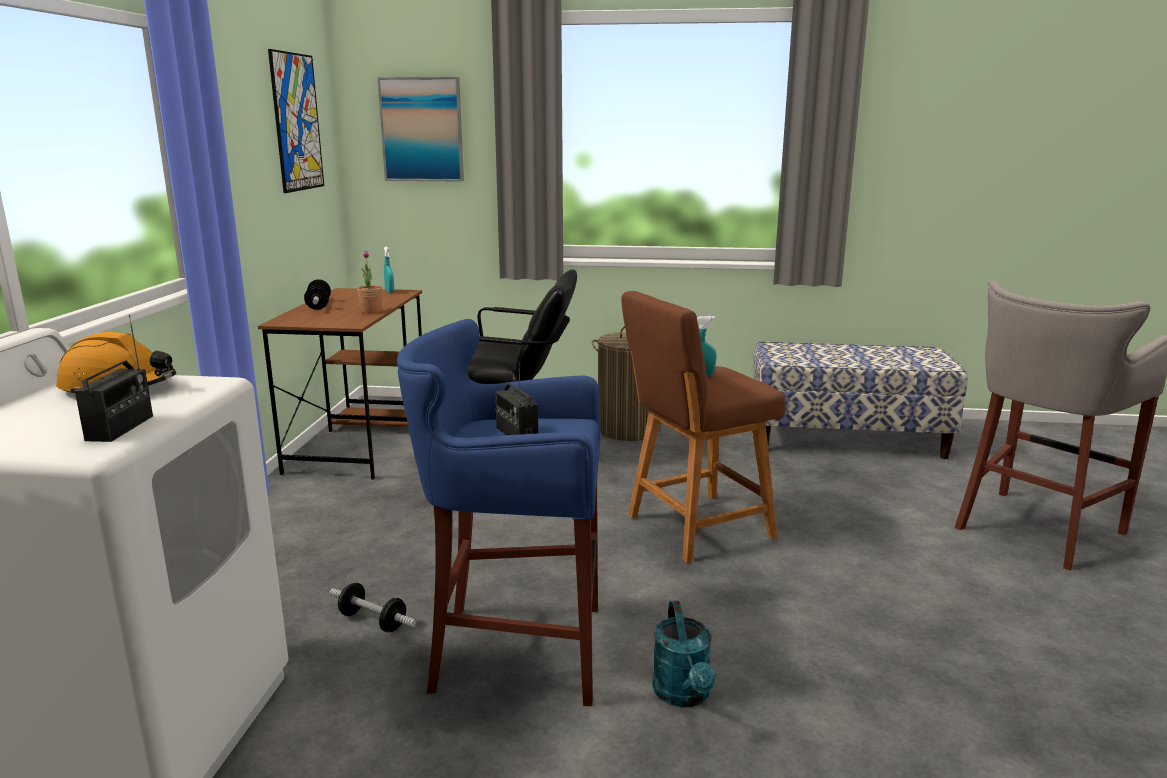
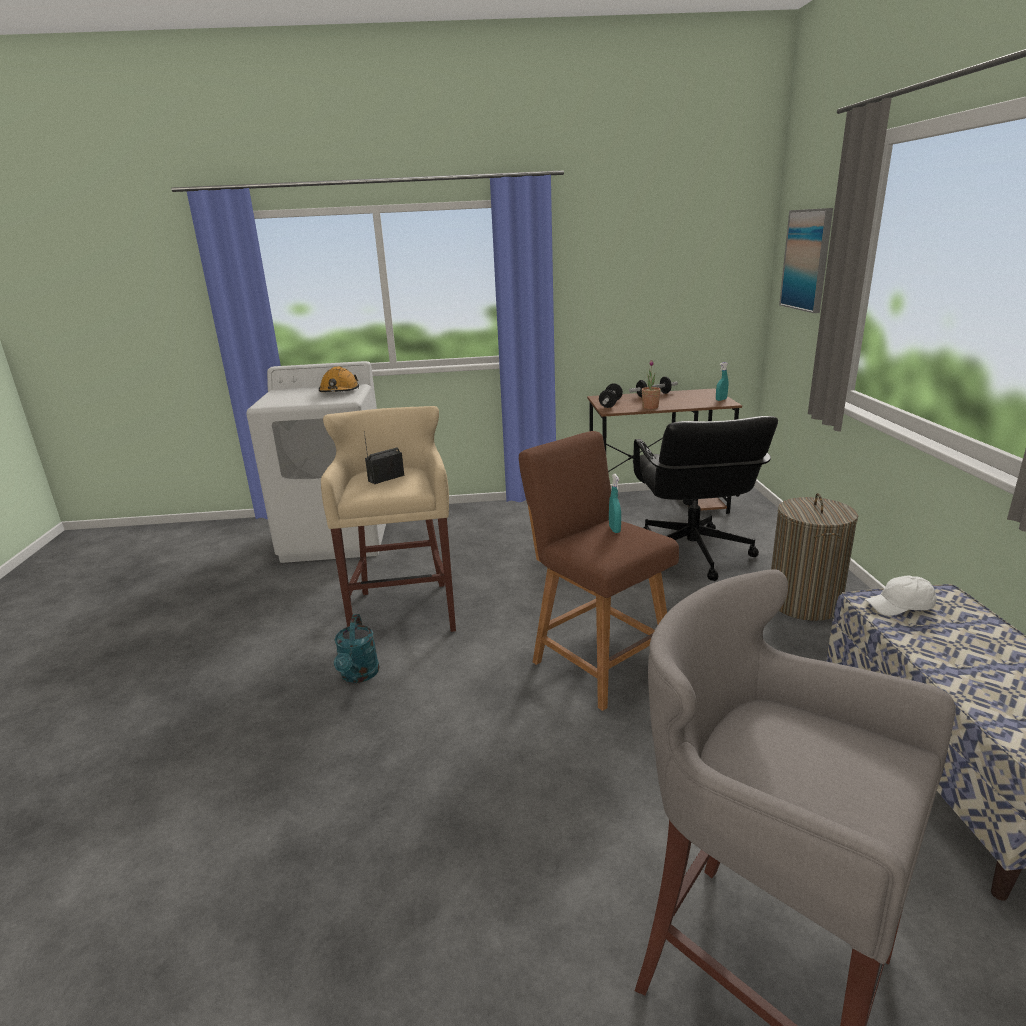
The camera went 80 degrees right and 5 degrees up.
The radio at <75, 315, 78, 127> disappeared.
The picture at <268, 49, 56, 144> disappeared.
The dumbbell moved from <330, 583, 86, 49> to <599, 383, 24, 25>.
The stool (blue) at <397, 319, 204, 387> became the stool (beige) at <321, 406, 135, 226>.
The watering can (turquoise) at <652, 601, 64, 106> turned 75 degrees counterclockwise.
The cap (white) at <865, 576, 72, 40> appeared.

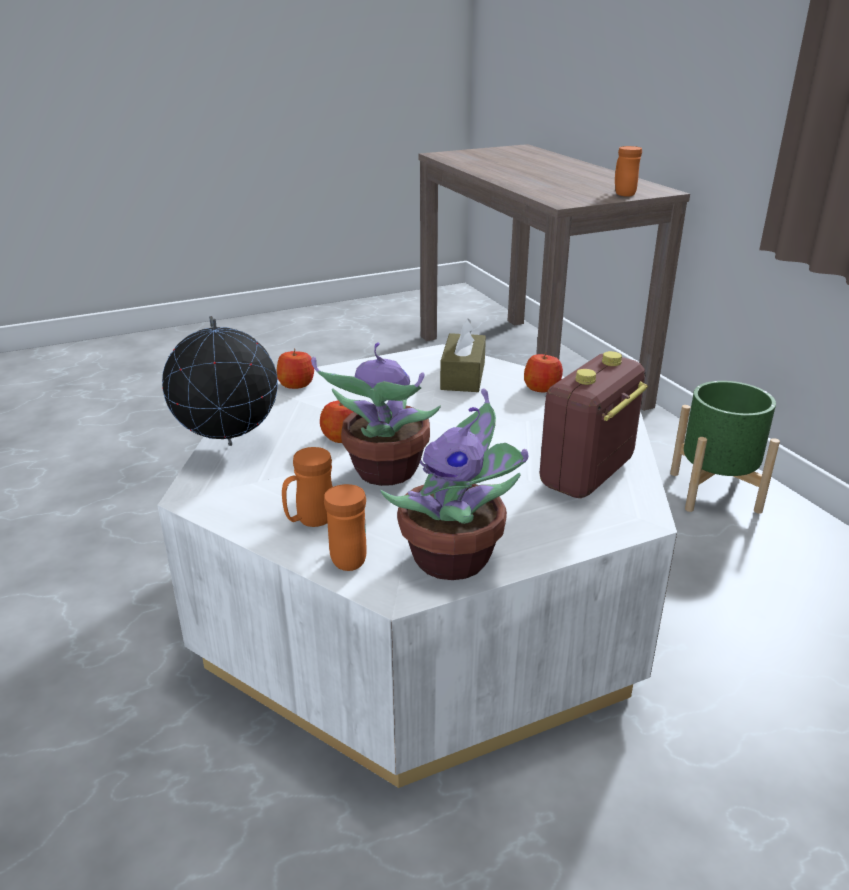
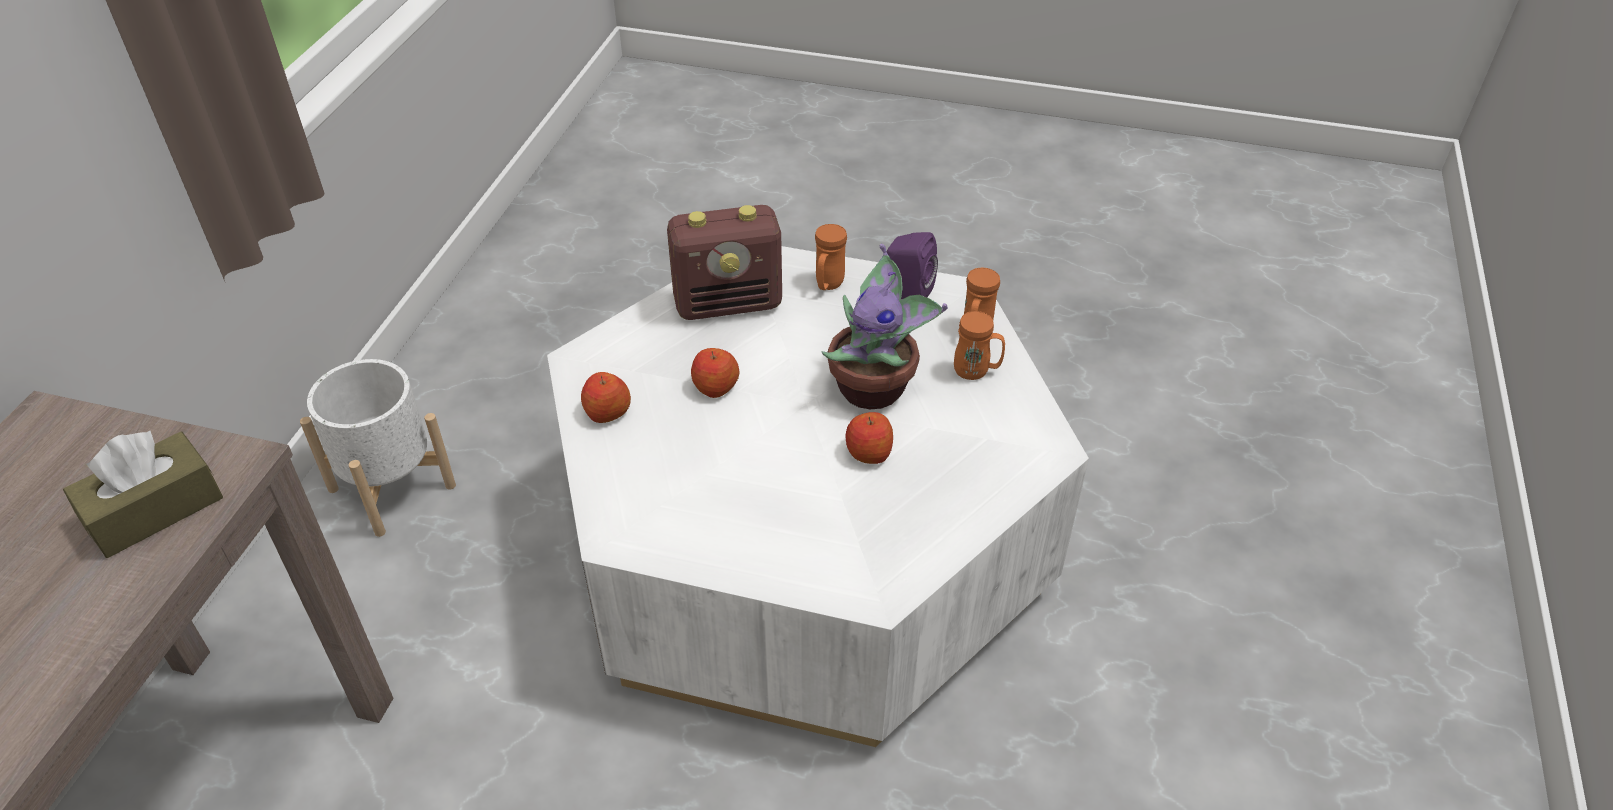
The camera went 140 degrees left and 15 degrees up.
The globe at <162, 316, 116, 130> disappeared.
The apple moved from <277, 348, 37, 41> to <691, 348, 49, 50>.
The potted plant at <380, 388, 149, 192> was replaced by the speaker (purple) at <887, 232, 51, 67>.
The tissue box (brown) moved from <440, 319, 46, 73> to <63, 431, 160, 127>.
The mug (orange) moved from <615, 146, 27, 51> to <815, 224, 32, 66>.
The planter (green) at <670, 381, 110, 133> became the planter (white) at <300, 359, 156, 178>.

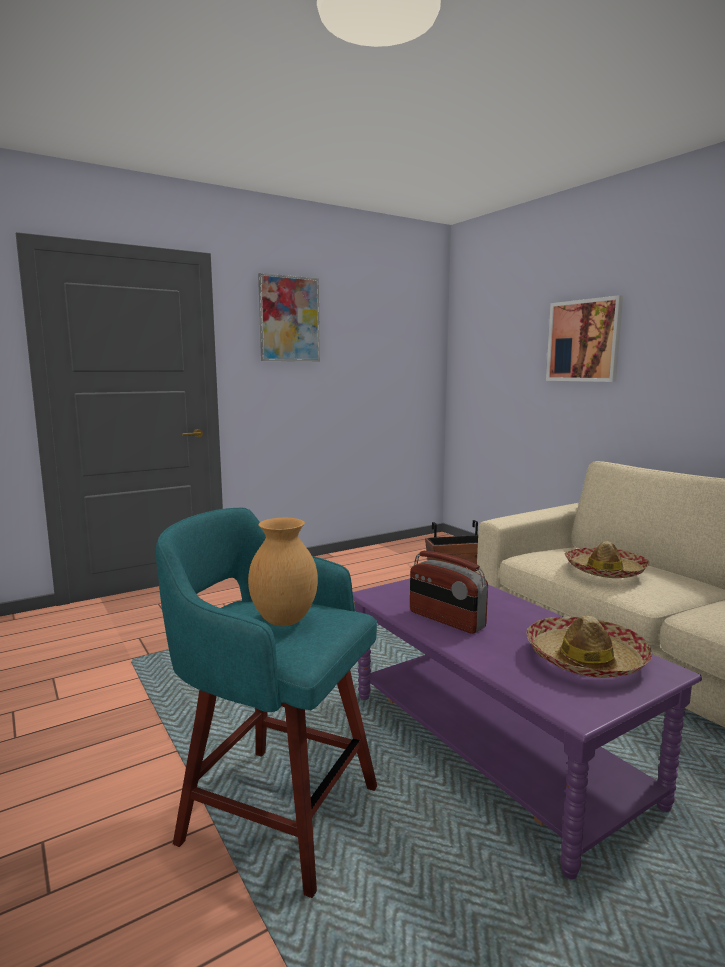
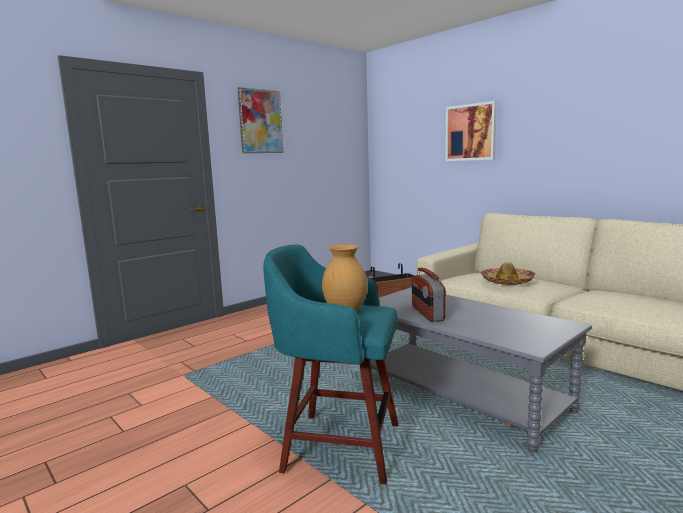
The camera went 10 degrees left and 0 degrees up.
The coffee table (purple) at <353, 579, 349, 300> became the coffee table (grey) at <370, 287, 222, 165>.
The radio at <410, 551, 78, 83> turned 45 degrees clockwise.
The hat at <526, 616, 126, 62> disappeared.

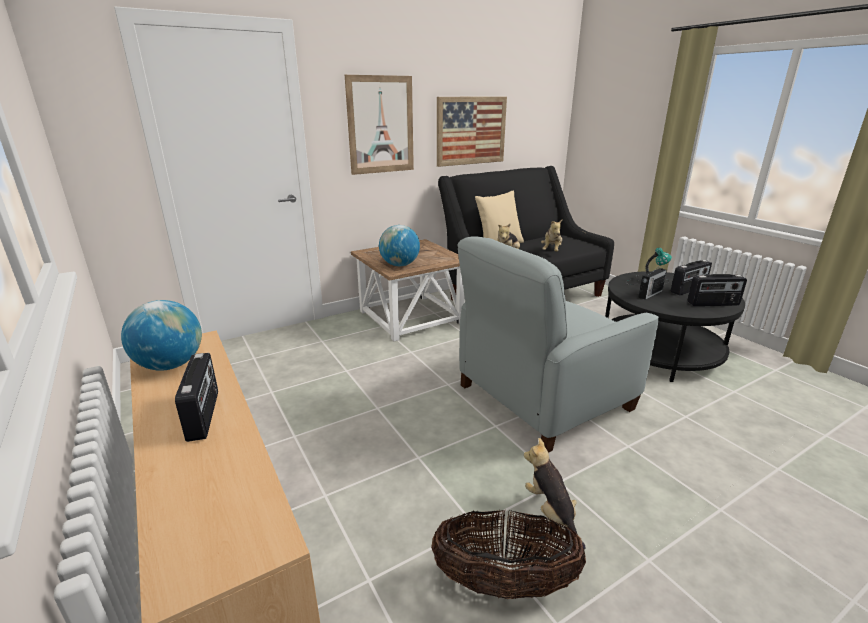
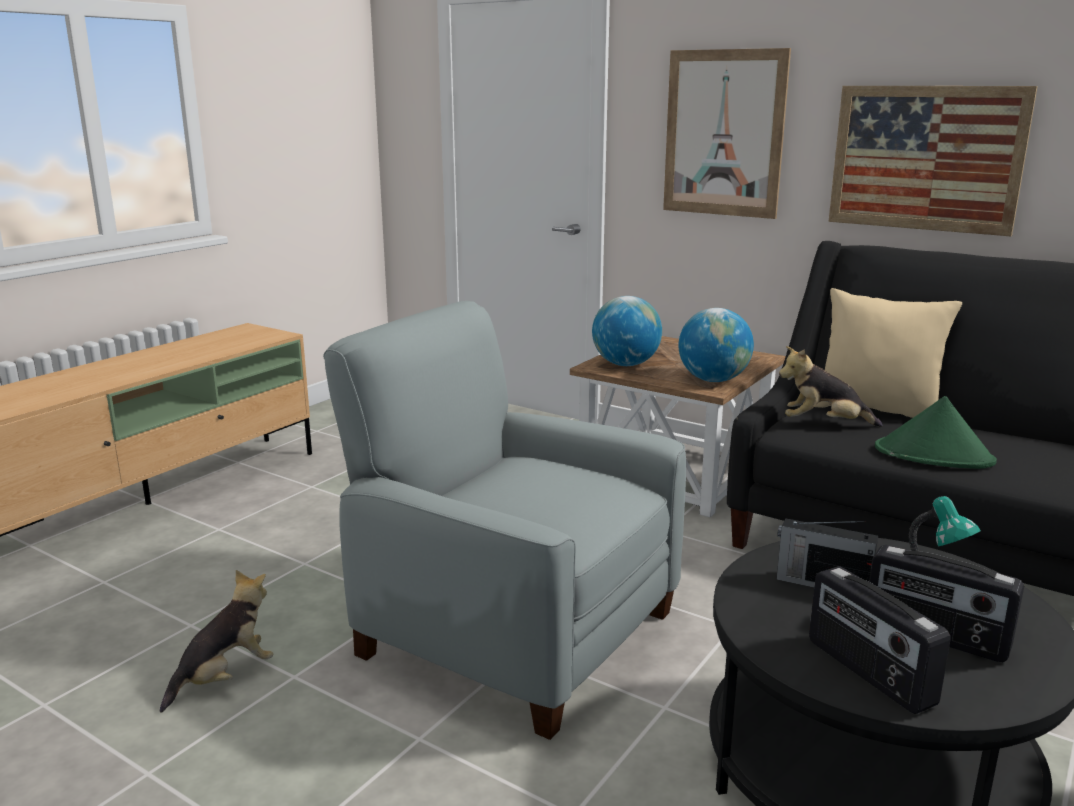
The camera went 65 degrees right and 5 degrees down.
The globe moved from <121, 300, 81, 71> to <678, 308, 76, 74>.
The radio at <175, 353, 43, 89> disappeared.
The basket at <431, 510, 155, 89> disappeared.
The plush toy at <541, 219, 22, 33> was replaced by the hat (green) at <875, 396, 122, 73>.

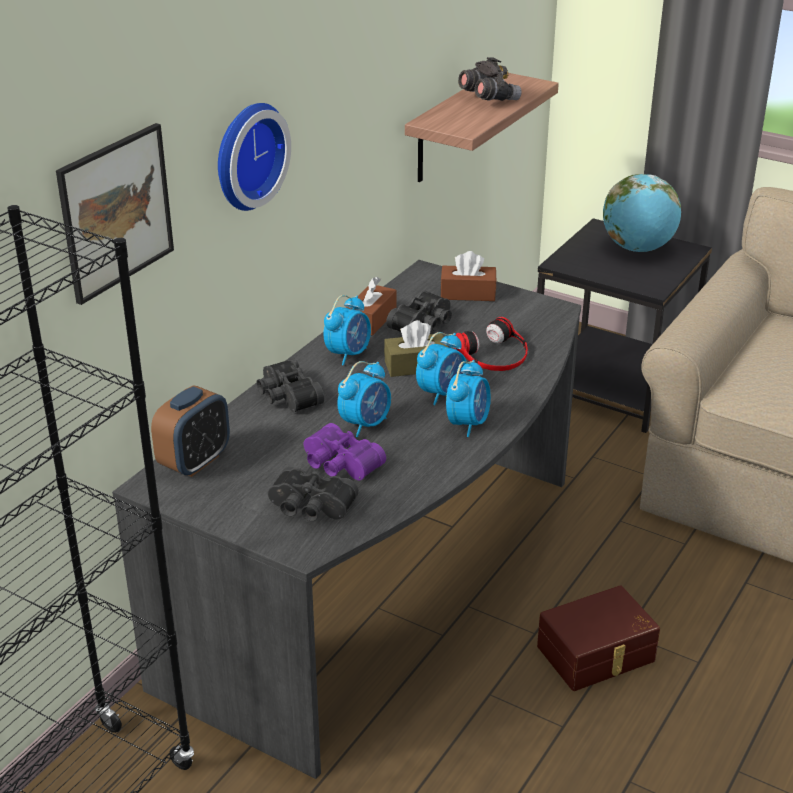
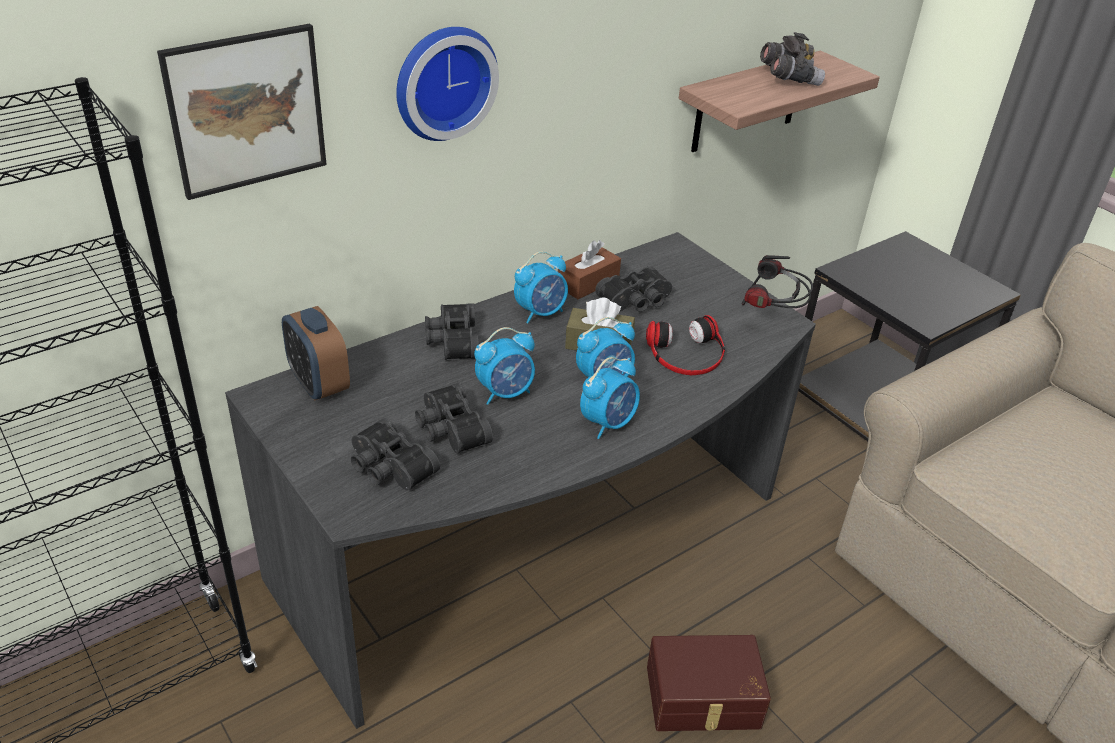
The camera went 20 degrees right and 5 degrees up.
The alarm clock at <151, 385, 79, 92> turned 90 degrees clockwise.
The binoculars (purple) at <304, 423, 82, 57> became the binoculars (black) at <415, 383, 78, 71>.
The tissue box (brown) at <440, 251, 56, 50> disappeared.
The globe at <603, 174, 78, 78> disappeared.
The headphones at <742, 255, 71, 53> appeared.

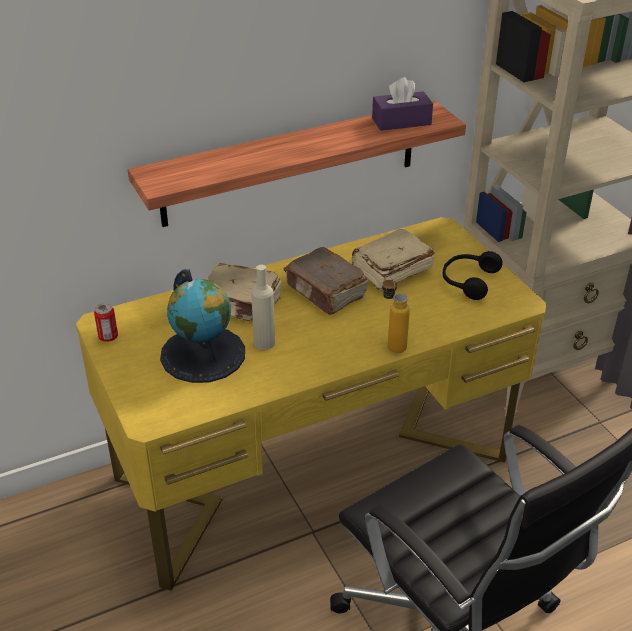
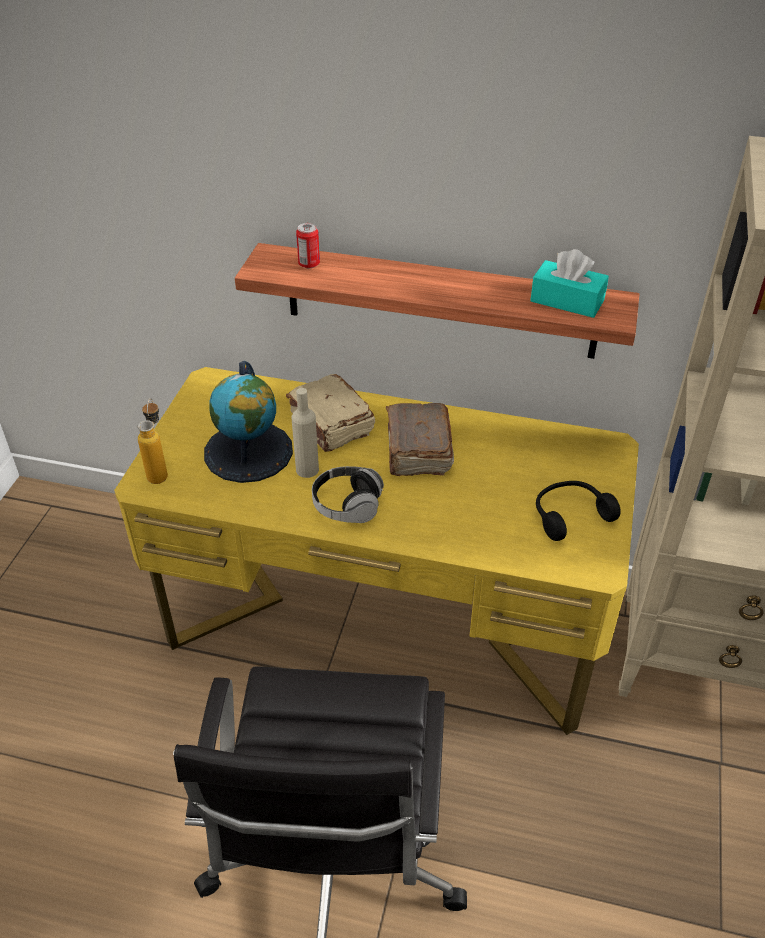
The camera went 40 degrees right and 5 degrees up.
The can moved from <94, 303, 24, 39> to <296, 223, 24, 45>.
The book (beige) at <351, 229, 84, 62> disappeared.
The tissue box (purple) at <372, 77, 61, 54> became the tissue box (turquoise) at <530, 249, 79, 69>.
The bottle moved from <382, 275, 28, 78> to <137, 398, 31, 86>.
The headphones at <312, 466, 72, 57> appeared.

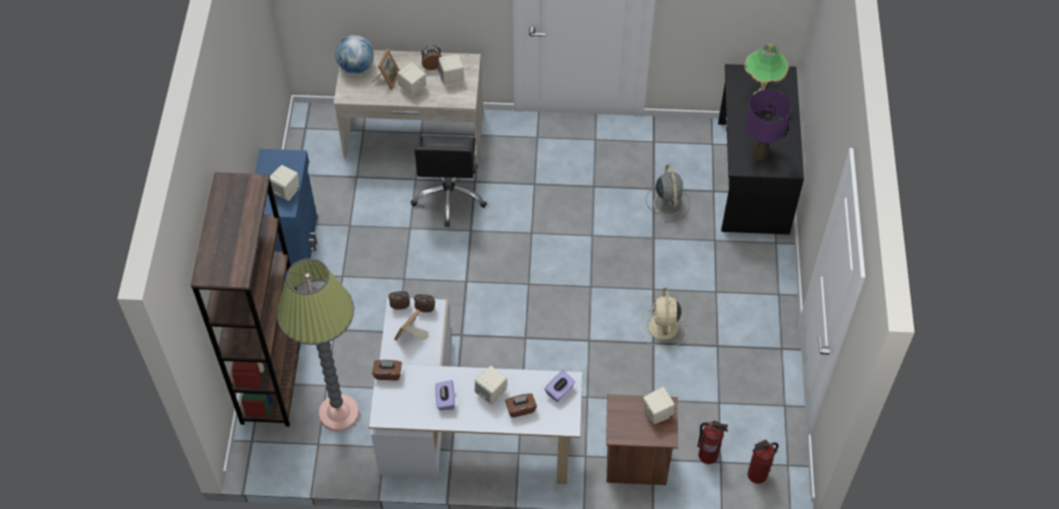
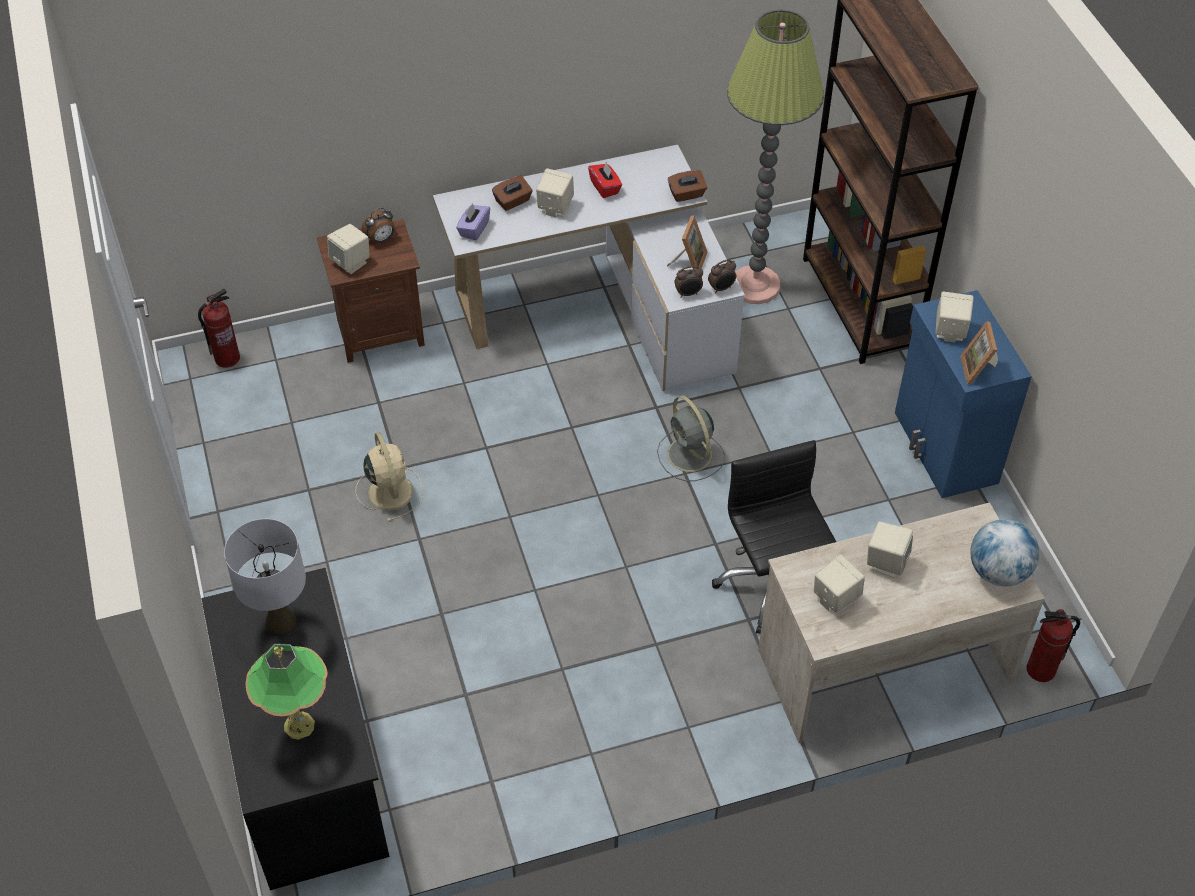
The camera went 160 degrees right and 5 degrees down.
The picture frame moved from <372, 49, 28, 41> to <960, 321, 38, 64>.
The alarm clock moved from <421, 45, 21, 25> to <362, 208, 33, 36>.
The tissue box (purple) at <435, 380, 20, 30> became the tissue box (red) at <588, 162, 34, 36>.
The fan (grey) moved from <646, 164, 44, 59> to <657, 396, 68, 85>.
The fire extinguisher moved from <697, 421, 31, 43> to <1026, 609, 54, 73>.
The table lamp (purple) at <745, 89, 47, 71> became the table lamp (grey) at <224, 519, 82, 115>.

